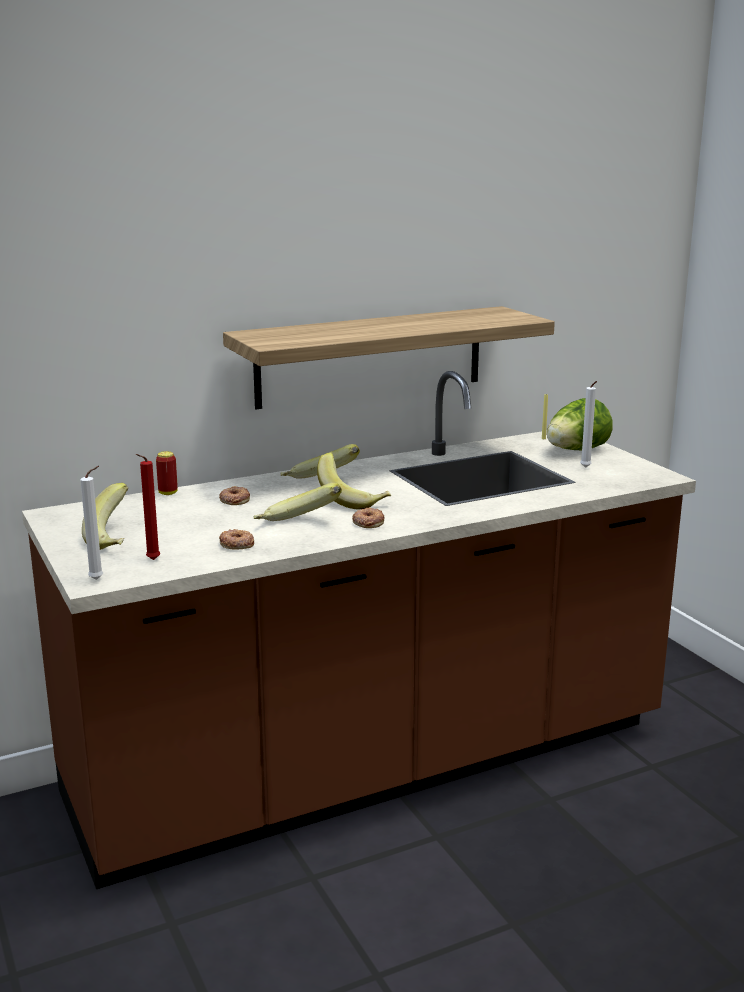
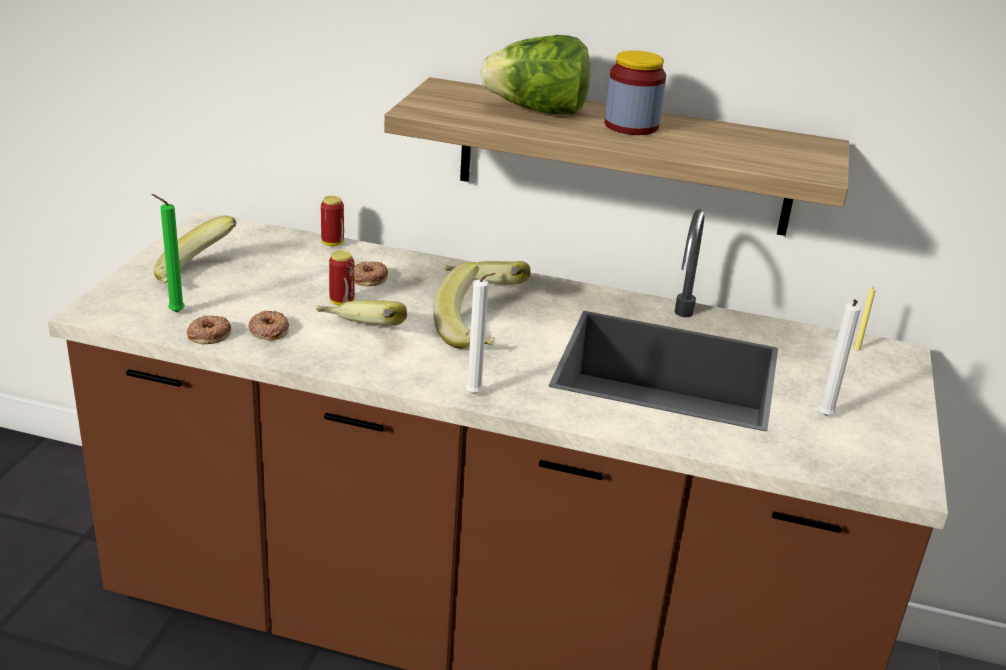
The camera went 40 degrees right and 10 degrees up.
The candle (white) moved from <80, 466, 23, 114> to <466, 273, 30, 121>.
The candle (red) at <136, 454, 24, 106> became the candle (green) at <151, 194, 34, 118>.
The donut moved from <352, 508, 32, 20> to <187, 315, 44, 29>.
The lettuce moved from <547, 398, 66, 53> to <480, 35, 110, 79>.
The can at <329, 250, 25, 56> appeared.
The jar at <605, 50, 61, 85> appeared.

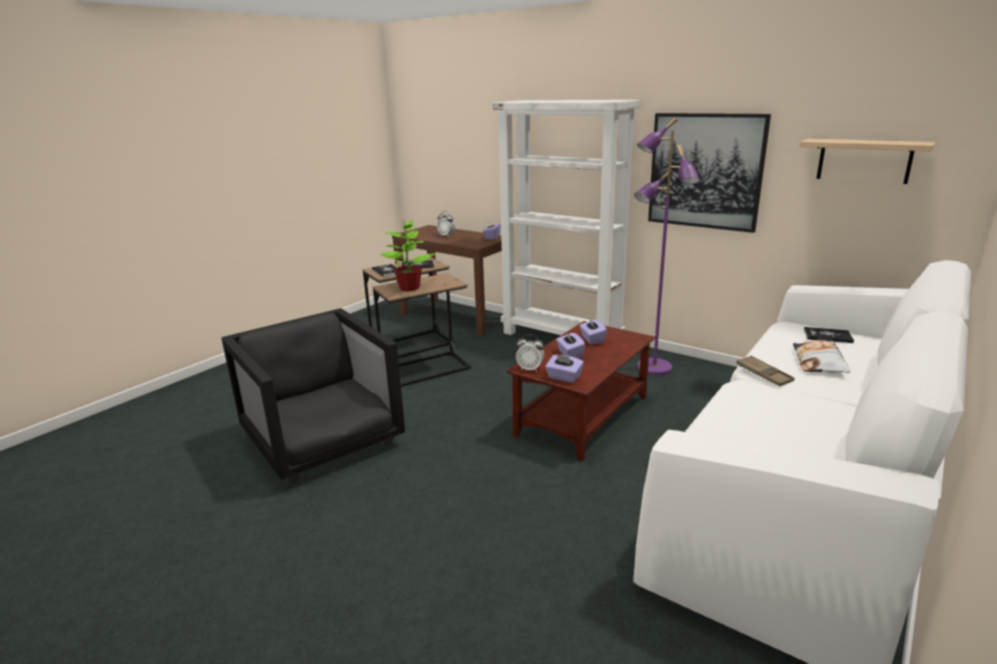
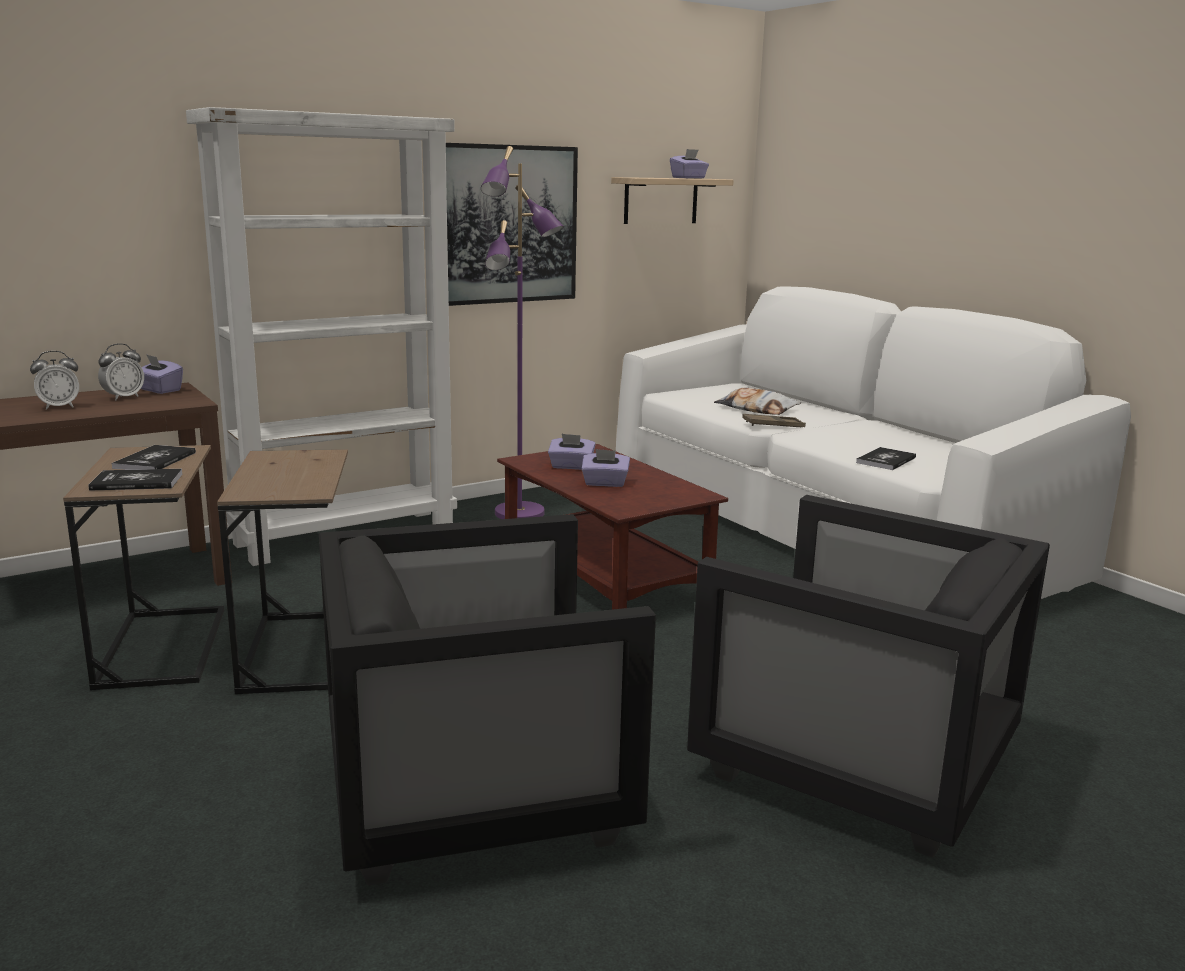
The camera went 70 degrees left and 5 degrees down.
The potted plant at <380, 220, 56, 71> disappeared.
The alarm clock moved from <516, 334, 28, 38> to <98, 344, 46, 56>.
The tissue box (purple) moved from <545, 354, 39, 29> to <670, 149, 39, 30>.
The book moved from <803, 327, 51, 16> to <856, 447, 60, 23>.
The armchair (black) at <687, 495, 363, 363> appeared.

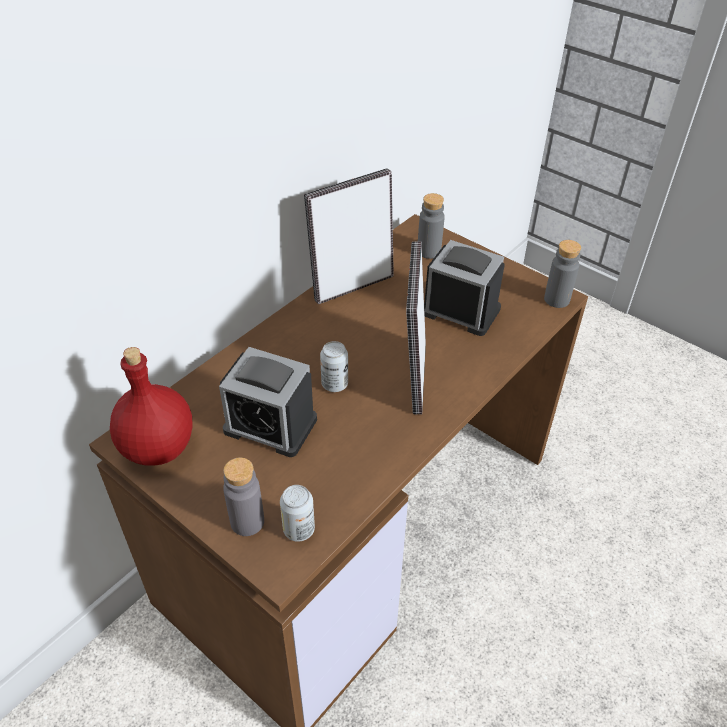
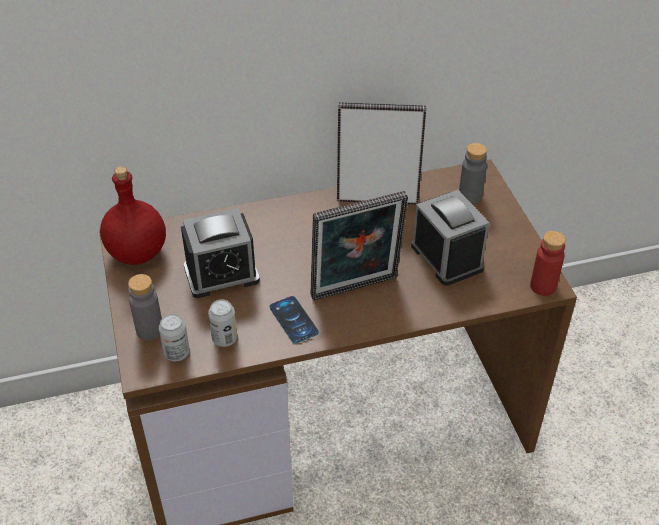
The camera went 35 degrees right and 0 degrees up.
The alarm clock at <219, 347, 98, 110> turned 75 degrees counterclockwise.
The can moved from <320, 341, 28, 51> to <208, 299, 29, 48>.
The picture frame at <406, 241, 20, 173> turned 150 degrees counterclockwise.
The bottle (grey) at <544, 240, 37, 68> became the bottle (red) at <530, 231, 36, 65>.
The phone at <270, 296, 49, 48> appeared.

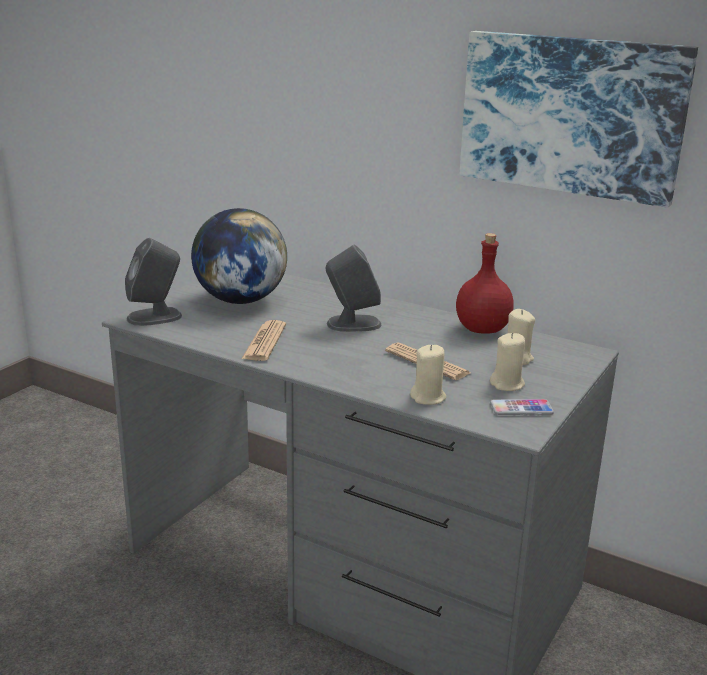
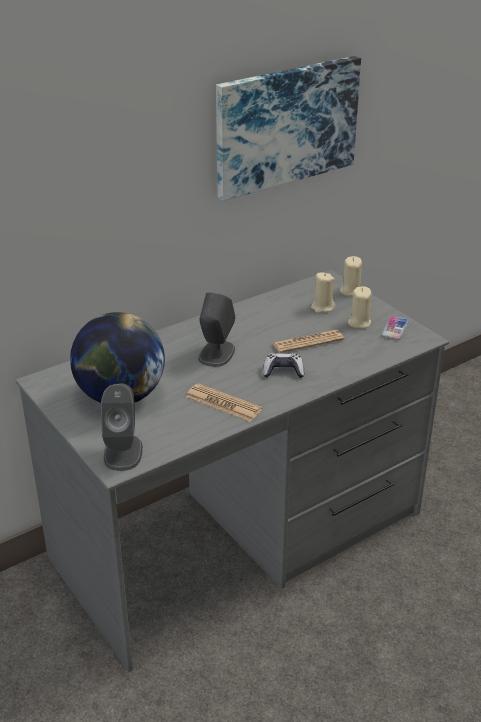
The camera went 65 degrees left and 10 degrees up.
The candle (beige) moved from <410, 345, 37, 60> to <340, 256, 22, 40>.
The bottle (red) at <456, 233, 58, 101> disappeared.
The game controller at <263, 353, 41, 25> appeared.

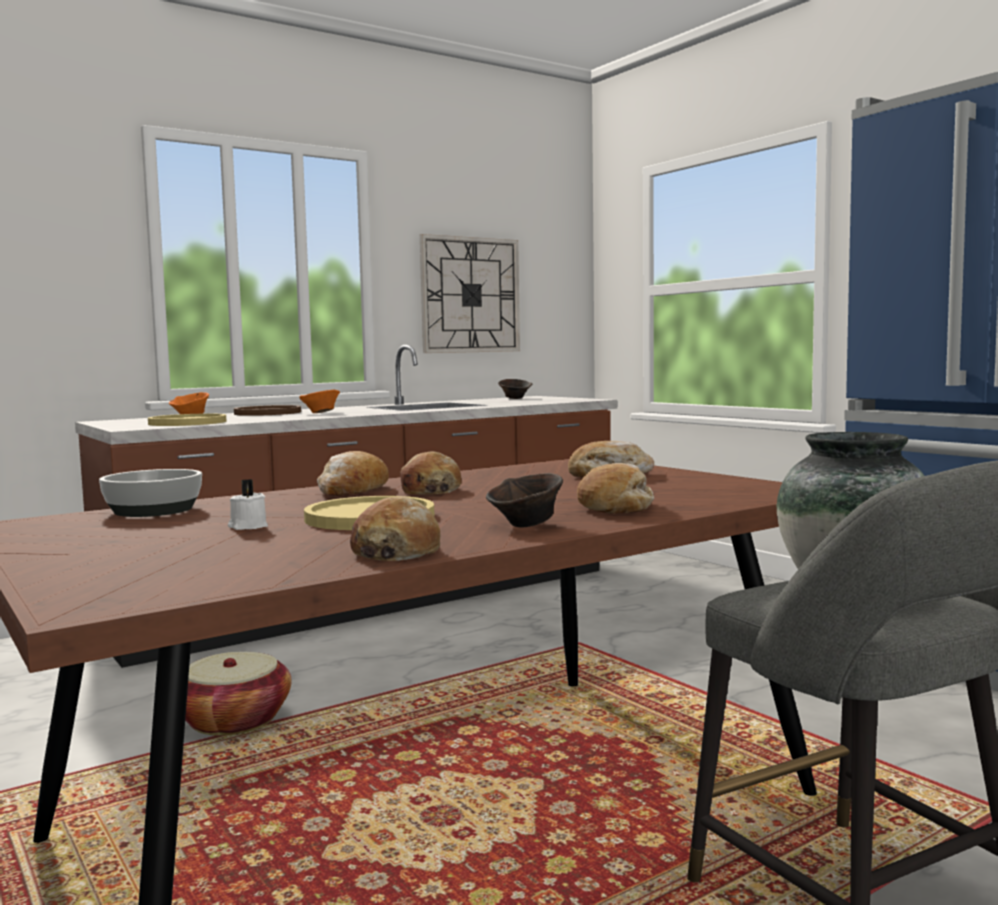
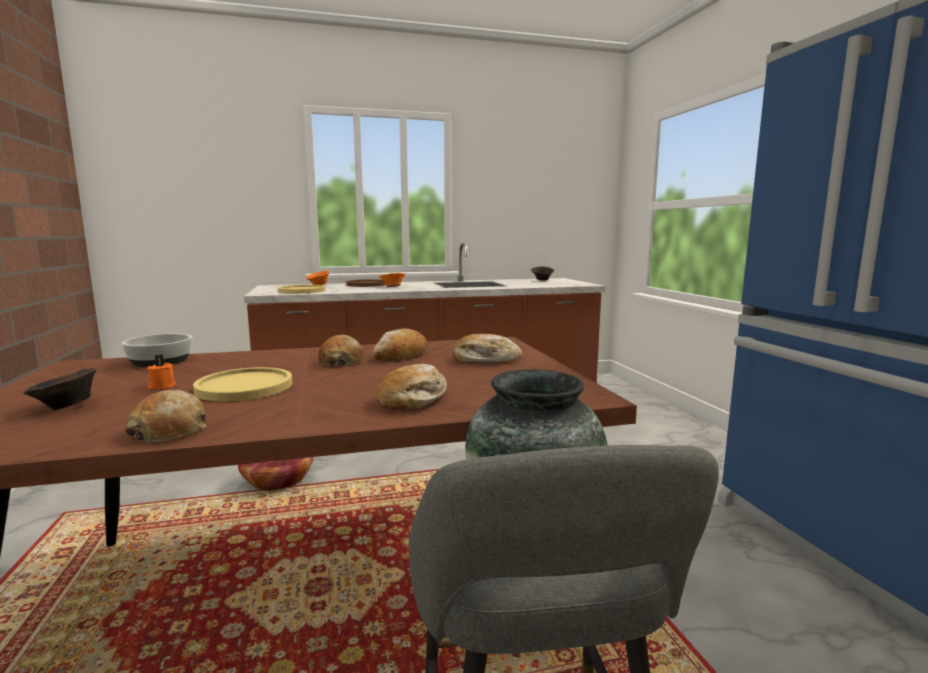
The camera went 20 degrees right and 5 degrees up.
The candle (white) at <228, 479, 40, 51> became the candle (orange) at <147, 355, 29, 34>.
The bread moved from <317, 451, 72, 45> to <372, 328, 55, 33>.
The wall clock at <420, 234, 100, 119> disappeared.
The bowl (brown) moved from <486, 473, 77, 54> to <23, 368, 74, 42>.

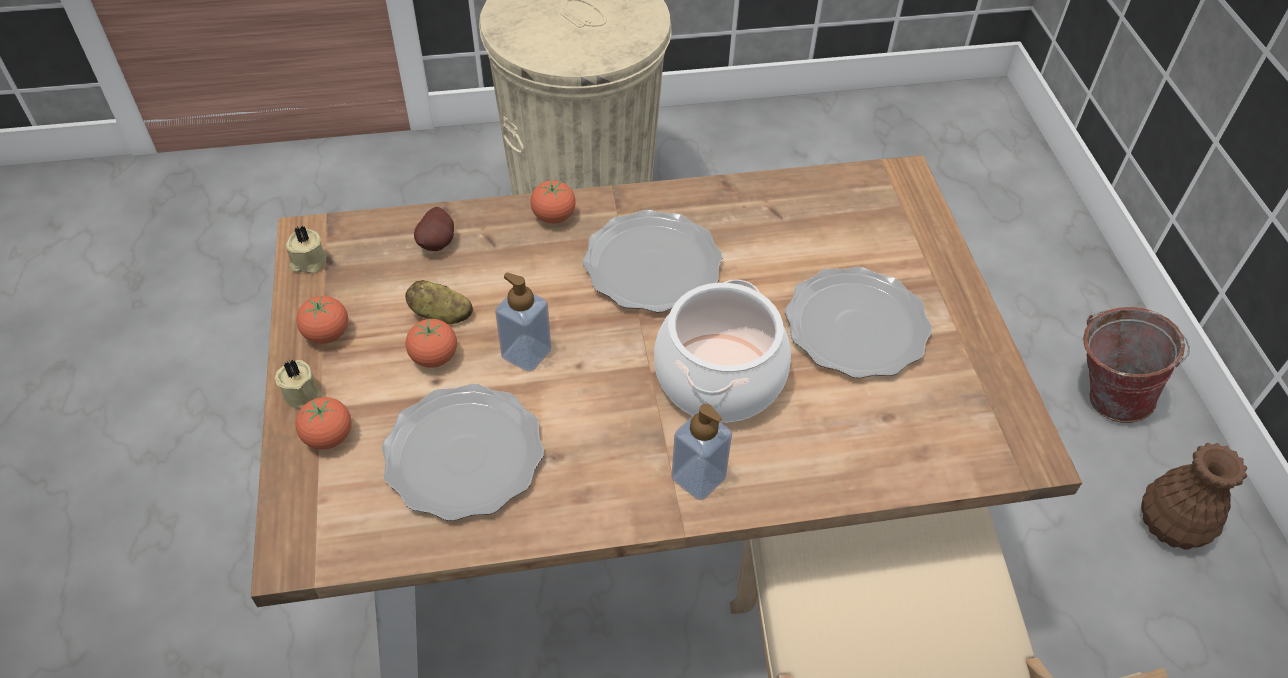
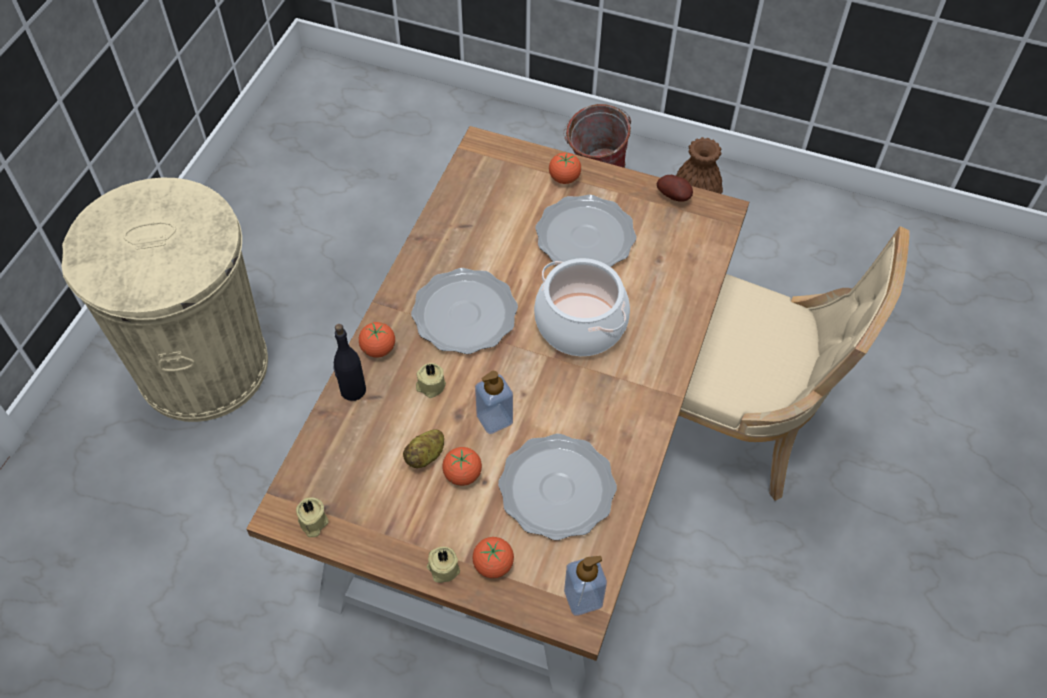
The camera went 60 degrees left and 5 degrees up.
The tomato moved from <296, 295, 52, 49> to <549, 153, 32, 31>.
The potato moved from <414, 207, 40, 44> to <657, 175, 36, 27>.
The soap dispenser moved from <671, 404, 61, 96> to <564, 556, 43, 60>.
The bottle (black) at <333, 324, 33, 77> appeared.
The candle (beige) at <416, 363, 30, 35> appeared.

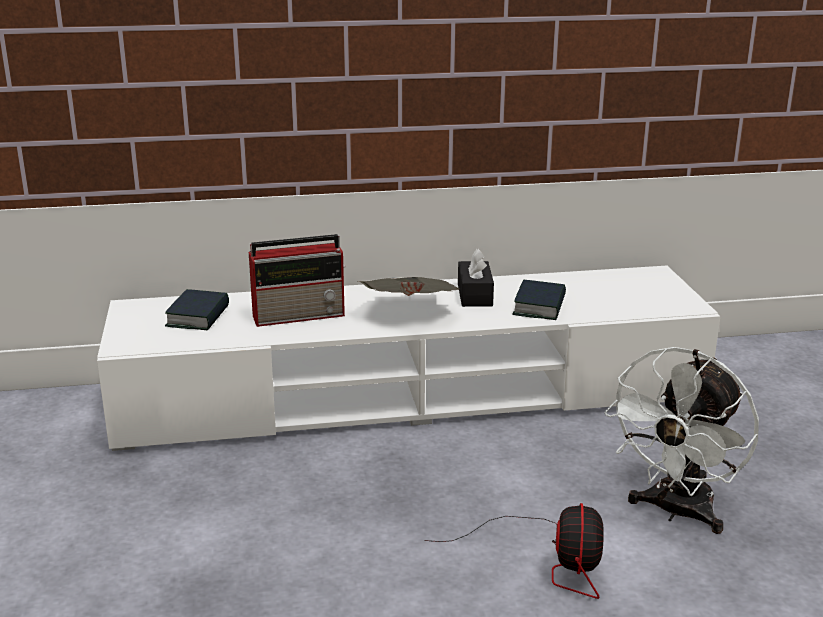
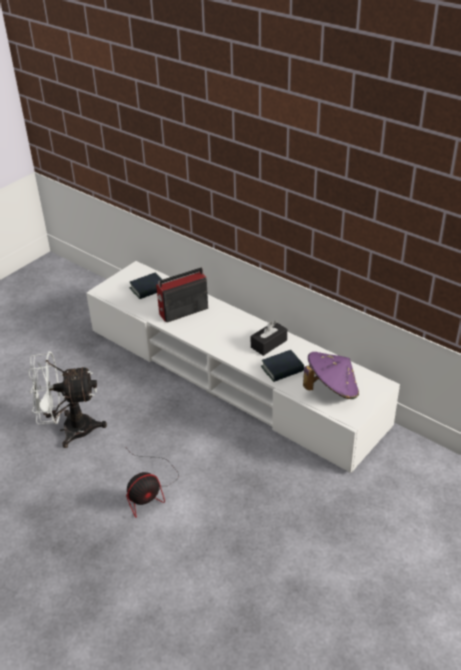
The camera went 50 degrees right and 15 degrees up.
The radio at <249, 234, 97, 93> turned 120 degrees clockwise.
The newspaper at <358, 277, 101, 19> disappeared.
The fan (white) moved from <604, 347, 155, 187> to <28, 351, 79, 97>.
The hat (purple) at <303, 352, 56, 47> appeared.

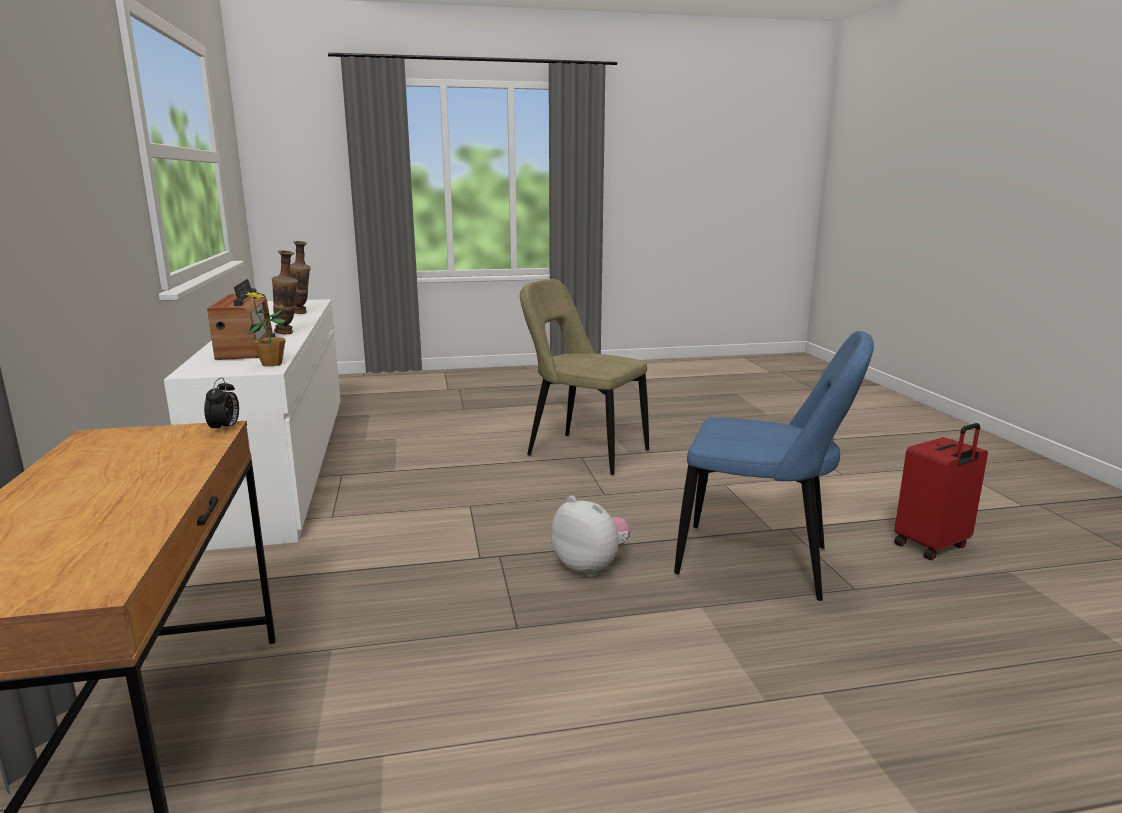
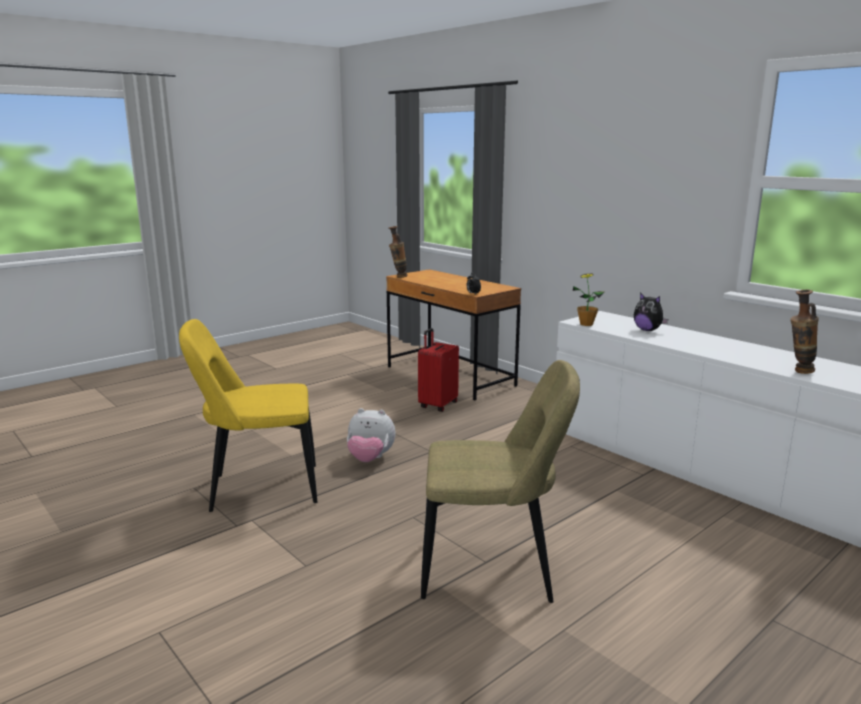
The camera went 150 degrees right and 0 degrees up.
The radio at <207, 279, 68, 81> was replaced by the plush toy at <634, 293, 35, 38>.
The vase moved from <272, 250, 26, 85> to <389, 226, 19, 52>.
The chair (blue) at <674, 331, 200, 270> became the chair (yellow) at <179, 319, 138, 193>.
The suitcase (red) moved from <894, 423, 94, 137> to <418, 328, 41, 84>.

